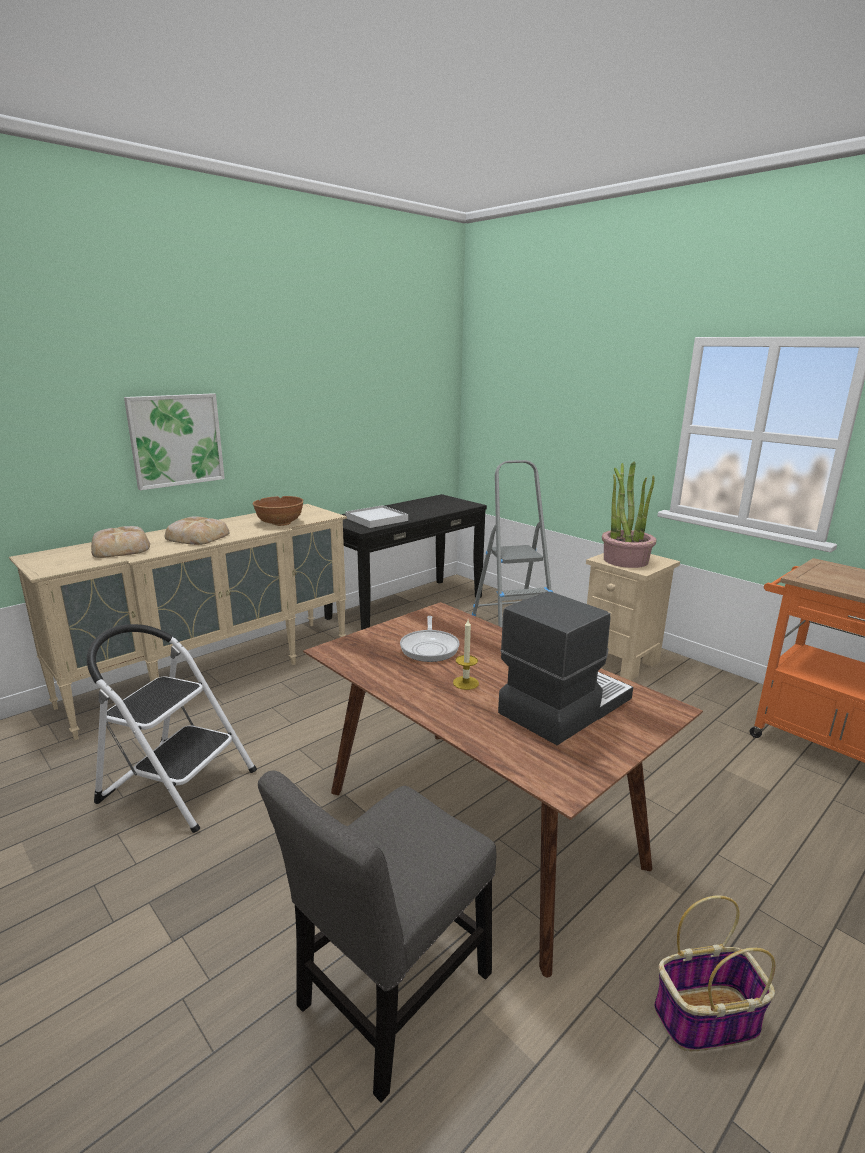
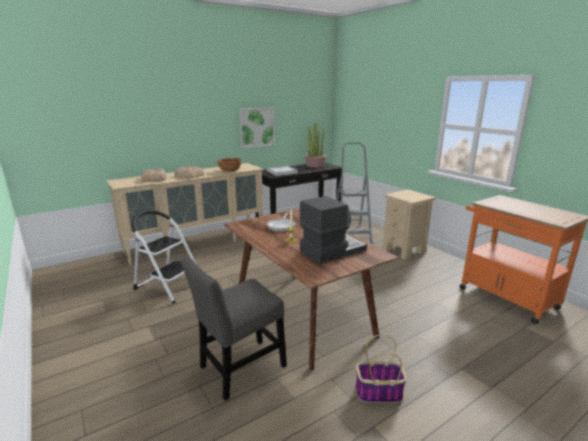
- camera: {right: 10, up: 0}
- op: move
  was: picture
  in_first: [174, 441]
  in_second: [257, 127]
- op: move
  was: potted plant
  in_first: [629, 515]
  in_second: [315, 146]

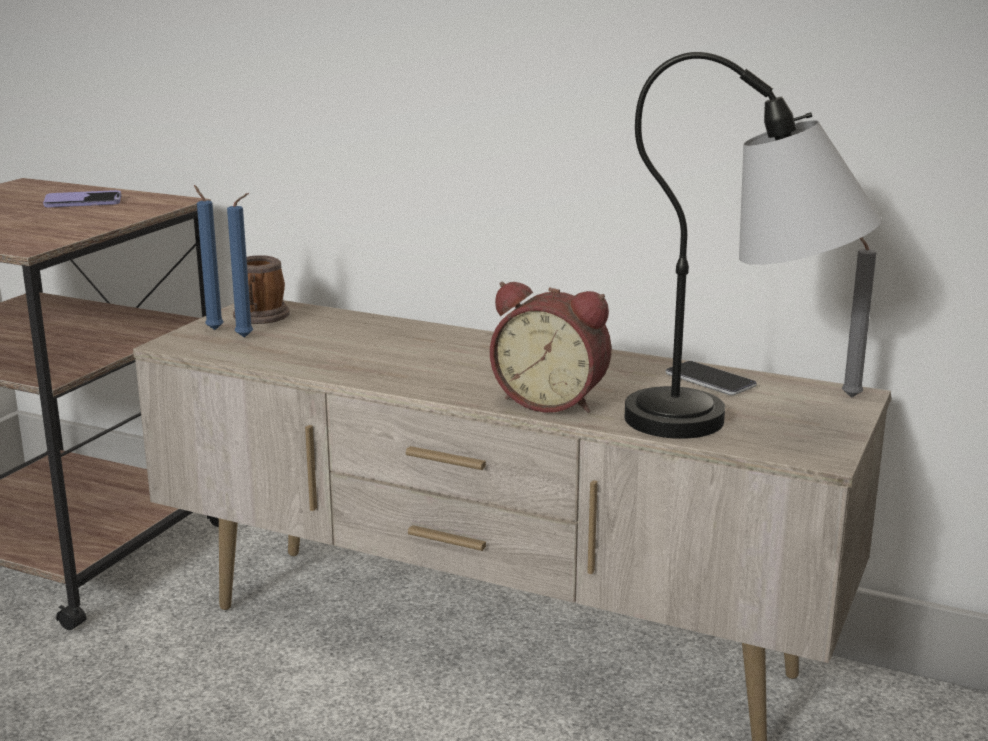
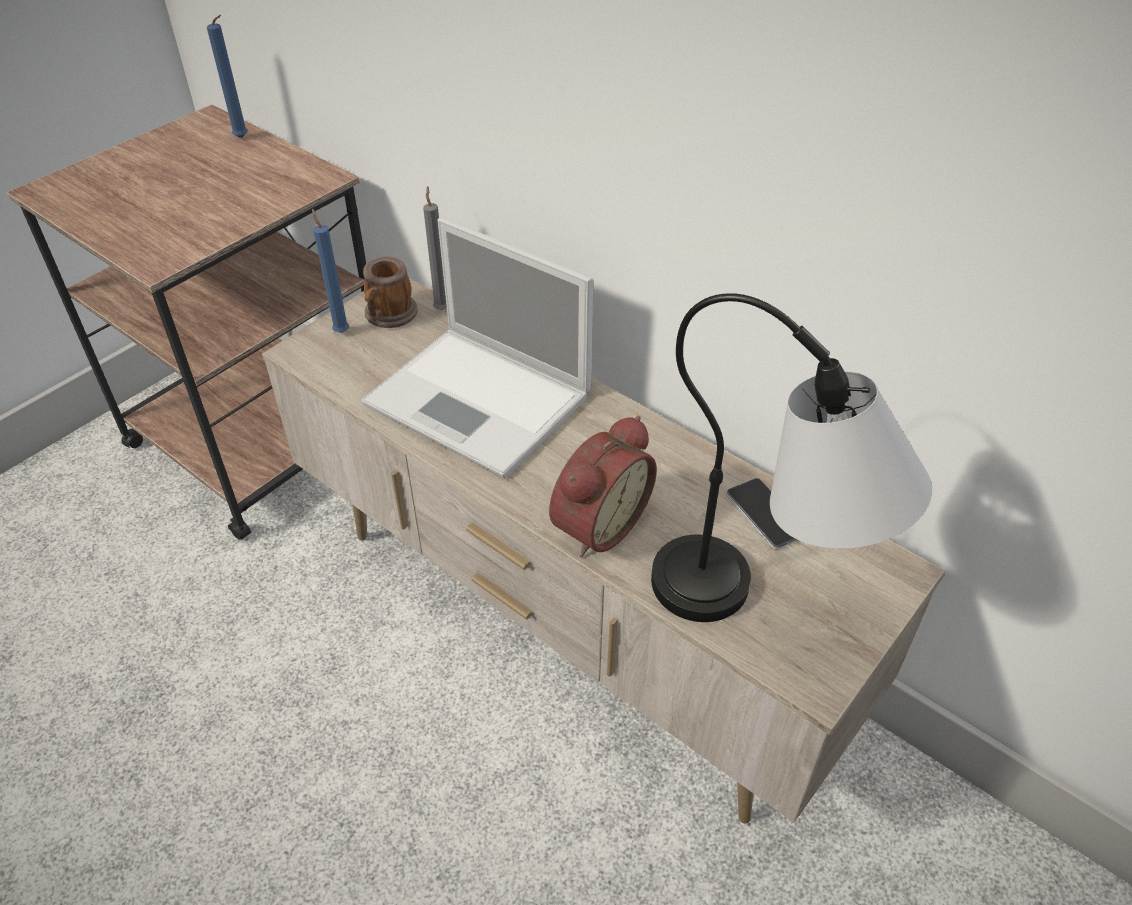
- camera: {right: 15, up: 25}
- op: move
  was: candle/blue
  in_first: [240, 265]
  in_second: [227, 76]
- op: insert
  now: laptop
  in_second: [477, 348]
- op: move
  was: candle/grey
  in_first: [859, 317]
  in_second: [435, 248]
- op: rotate
  was: alarm clock
  in_first: [551, 347]
  in_second: [603, 486]
  clockwise: -90
- op: delete
  was: phone
  in_first: [82, 198]

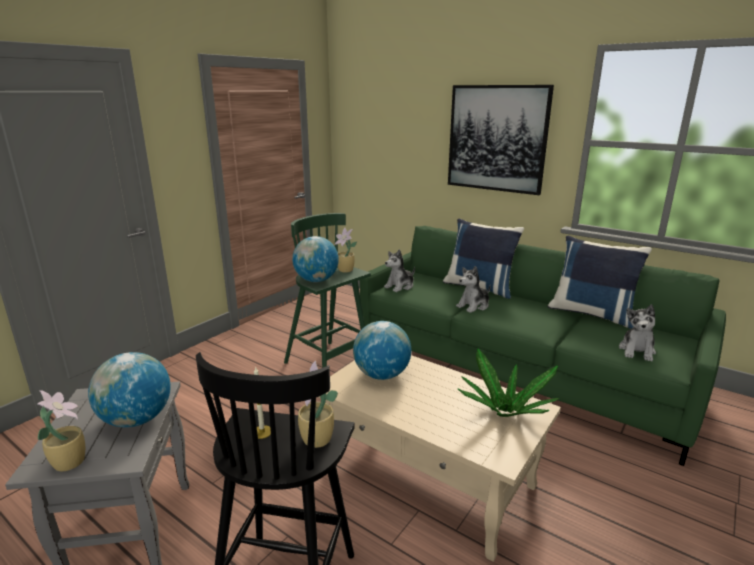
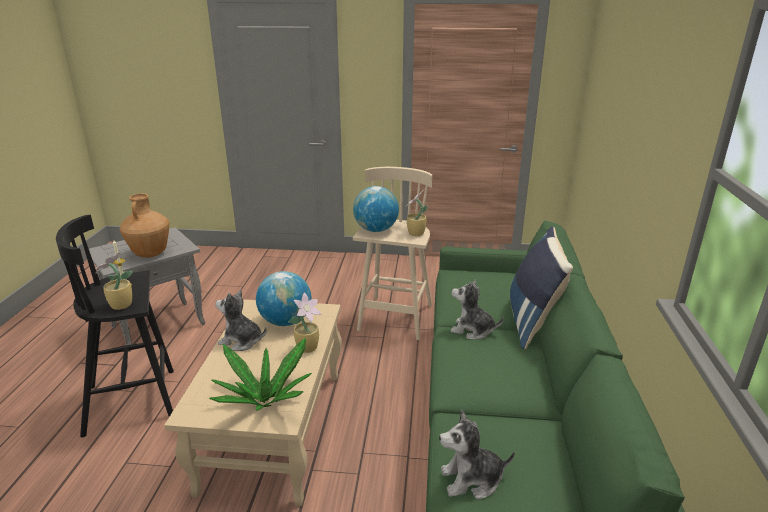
- camera: {right: 60, up: 5}
- op: replace
  was: globe
  now: vase/brown
  in_first: [129, 390]
  in_second: [144, 225]
- op: move
  was: plush toy
  in_first: [399, 270]
  in_second: [241, 320]
- op: move
  was: potted plant
  in_first: [61, 430]
  in_second: [304, 322]
- op: recolor
  was: stool/green
  now: stool/beige
  in_first: [327, 290]
  in_second: [392, 253]
- op: delete
  was: picture
  in_first: [501, 140]
- op: delete
  was: pillow/blue
  in_first: [599, 282]

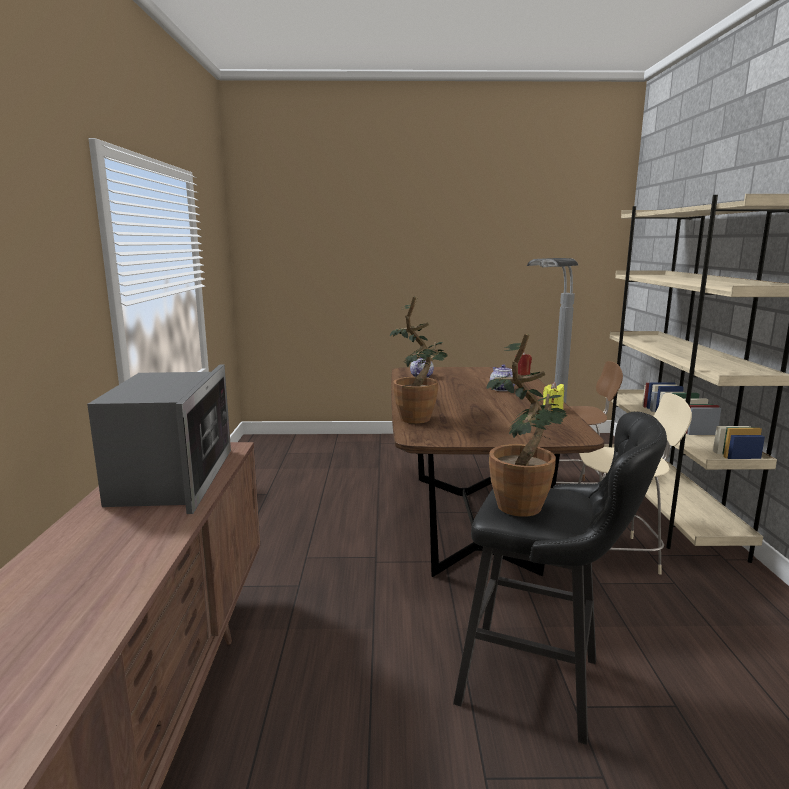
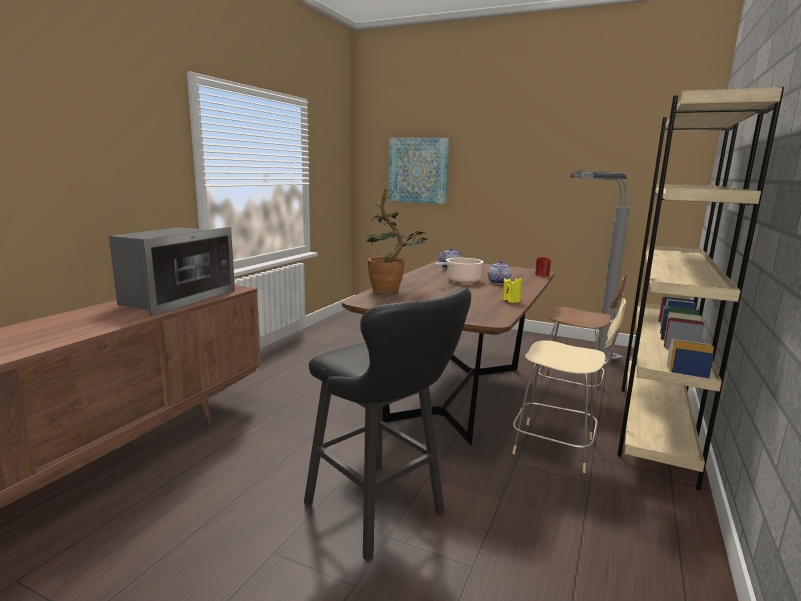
- camera: {right: 25, up: 0}
- op: insert
  now: picture
  in_second: [418, 171]
- op: insert
  now: cooking pot
  in_second: [459, 270]
- op: delete
  was: potted plant
  in_first: [526, 425]

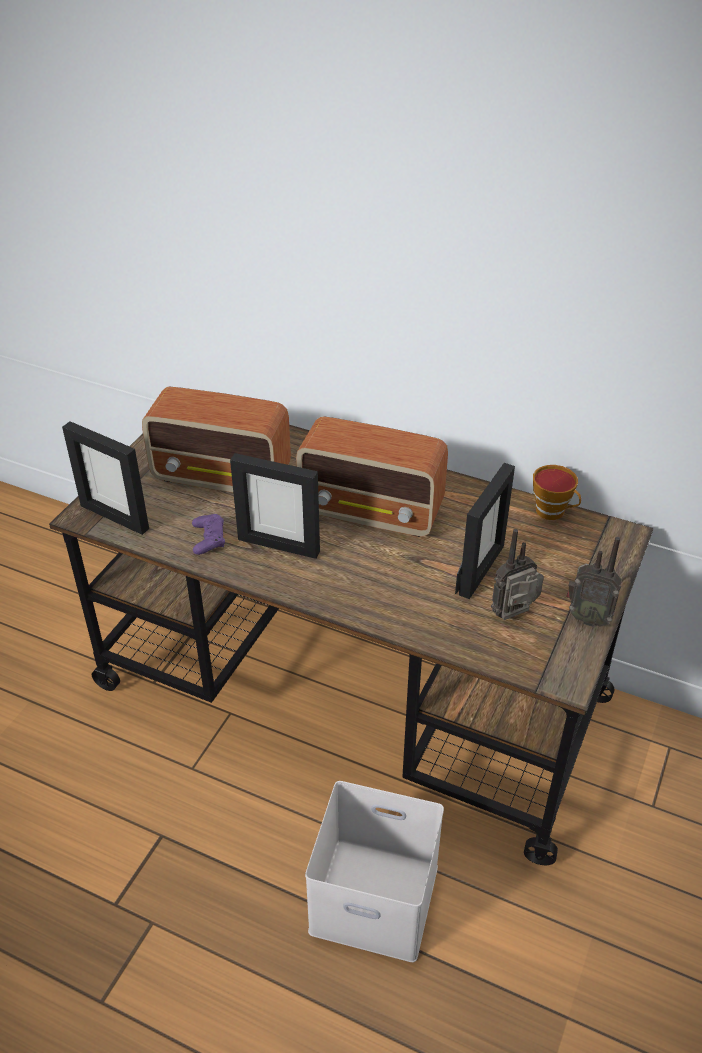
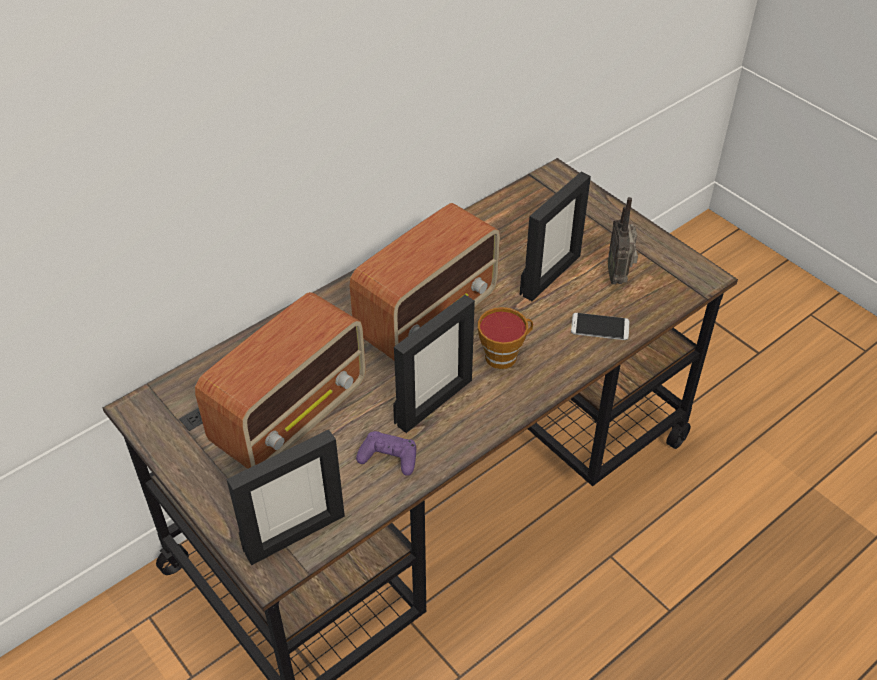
- camera: {right: -65, up: 5}
- op: move
  was: cup
  in_first: [557, 492]
  in_second: [505, 338]
- op: rotate
  was: picture frame
  in_first: [485, 531]
  in_second: [555, 236]
  clockwise: 75
- op: insert
  now: phone
  in_second: [600, 326]
- op: delete
  was: storage box/white
  in_first: [374, 871]
- op: delete
  was: radio
  in_first: [594, 582]

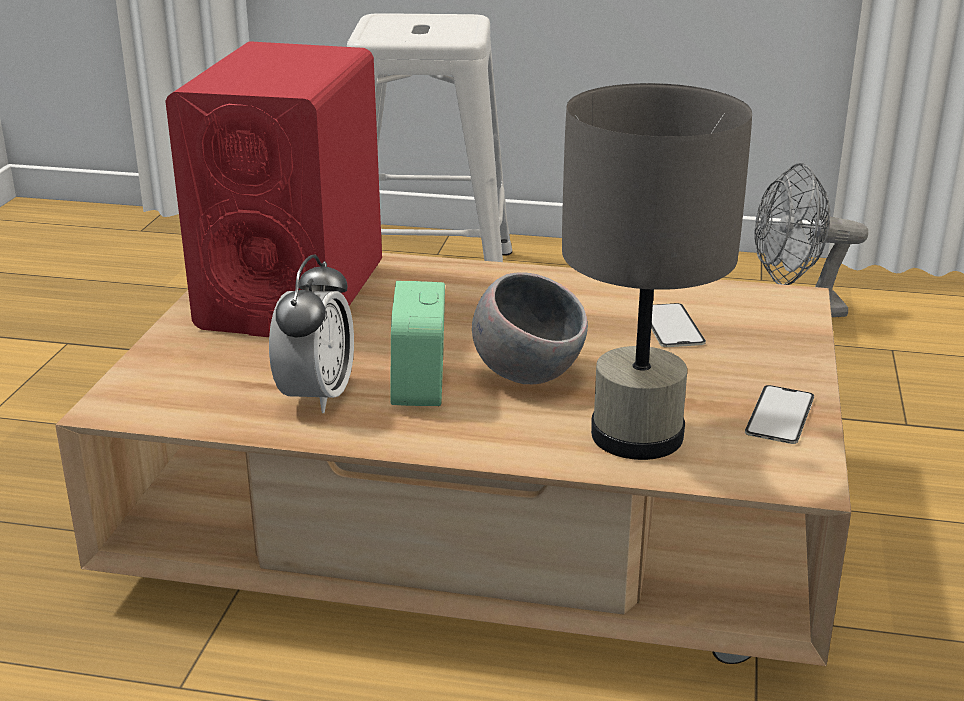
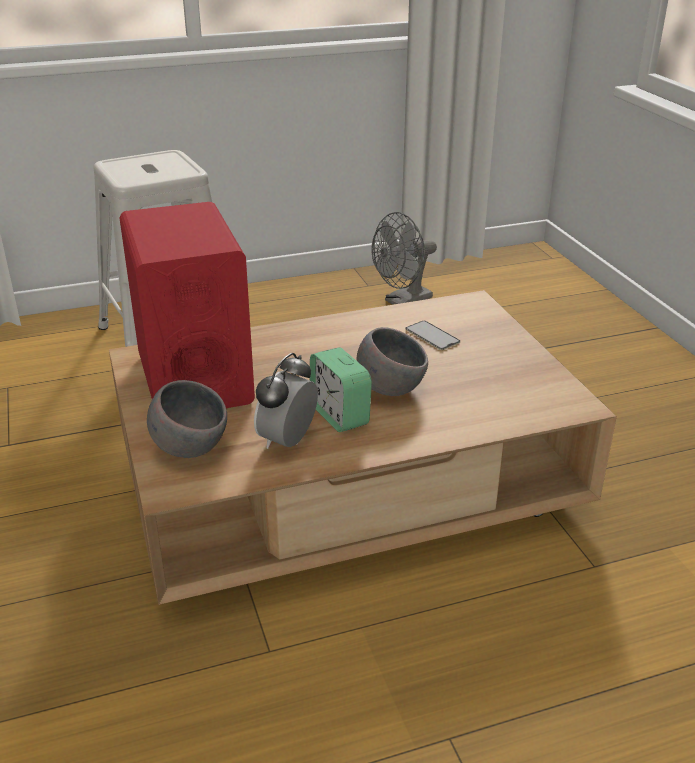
- camera: {right: -30, up: 5}
- op: insert
  now: bowl/grey
  in_second: [187, 419]
- op: rotate
  was: alarm clock
  in_first: [311, 334]
  in_second: [286, 401]
  clockwise: -135
- op: delete
  was: table lamp/grey
  in_first: [657, 271]
- op: delete
  was: phone
  in_first: [779, 414]

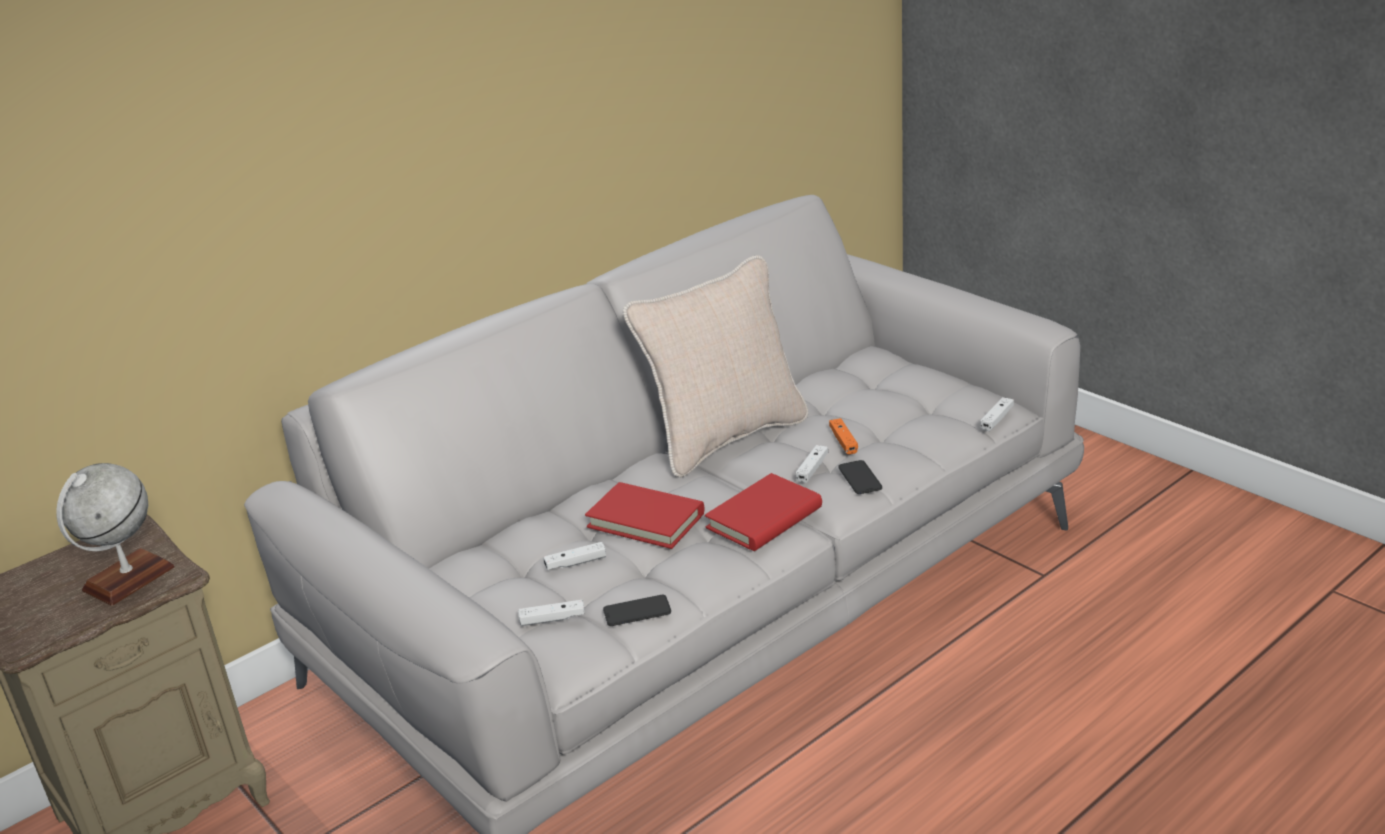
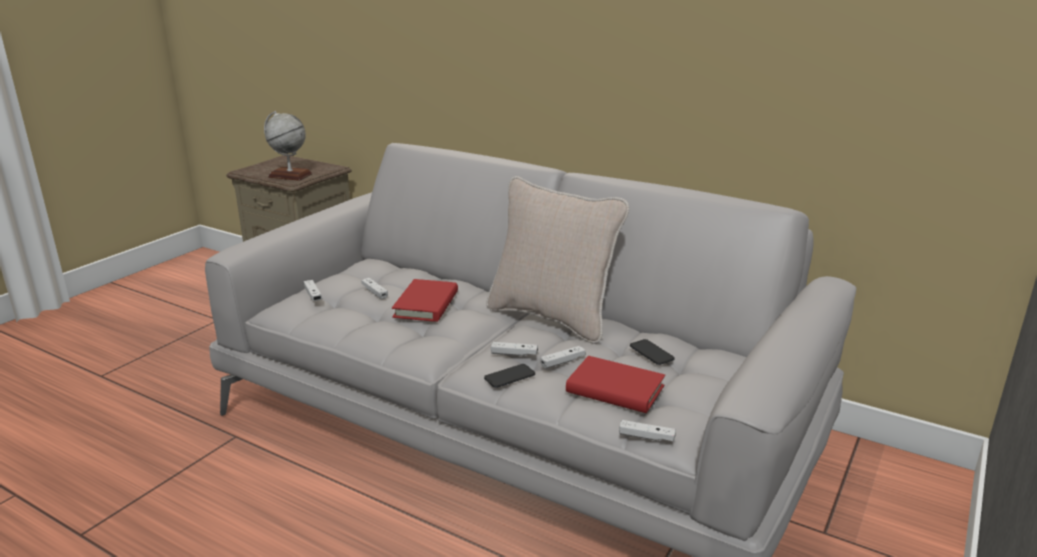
- camera: {right: 70, up: -5}
- op: recolor
  was: game controller/orange
  now: game controller/white
  in_first: [843, 436]
  in_second: [562, 357]
- op: move
  was: book/red
  in_first: [763, 512]
  in_second: [615, 384]
- op: move
  was: phone
  in_first: [637, 610]
  in_second: [652, 352]

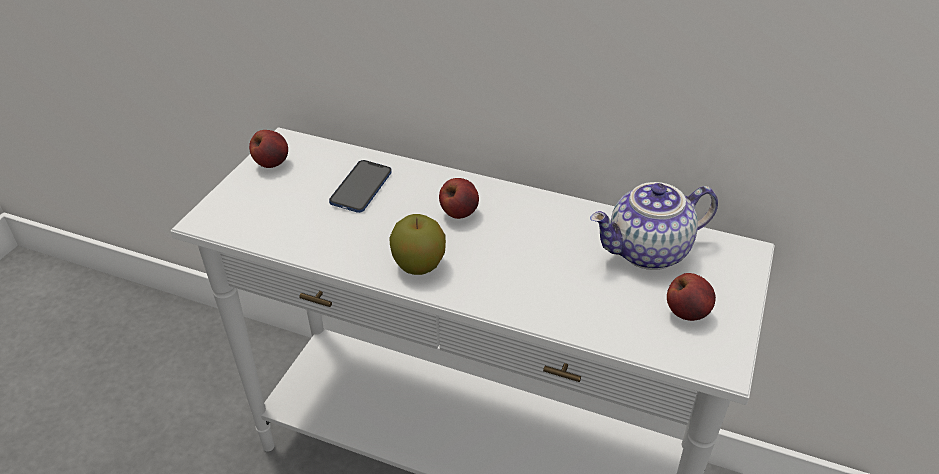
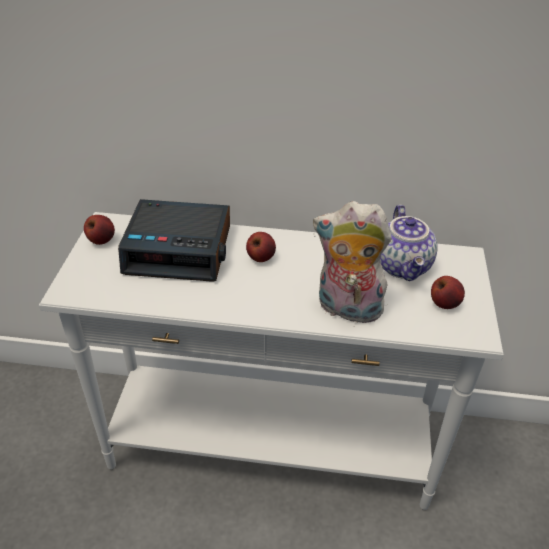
- camera: {right: -15, up: 0}
- op: replace
  was: phone
  now: alarm clock
  in_first: [360, 186]
  in_second: [174, 240]
- op: insert
  now: plush toy
  in_second: [352, 262]
- op: rotate
  was: teapot
  in_first: [654, 226]
  in_second: [409, 242]
  clockwise: -60
- op: delete
  was: apple
  in_first: [418, 244]

